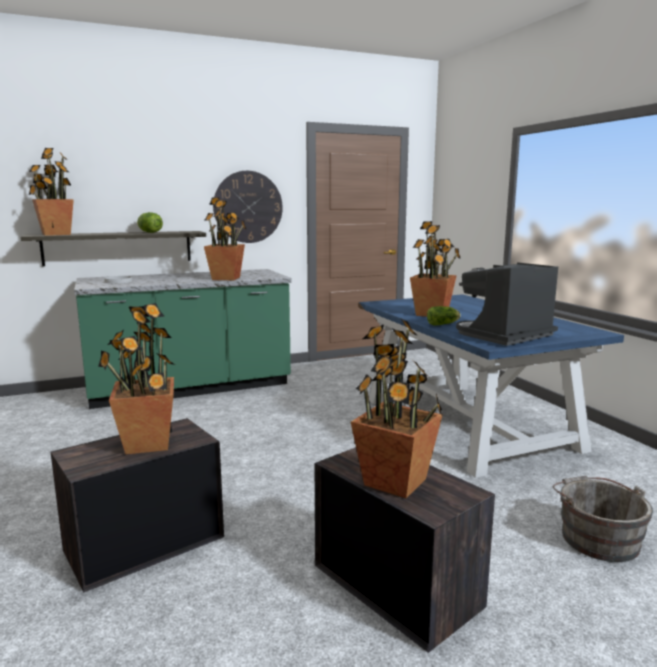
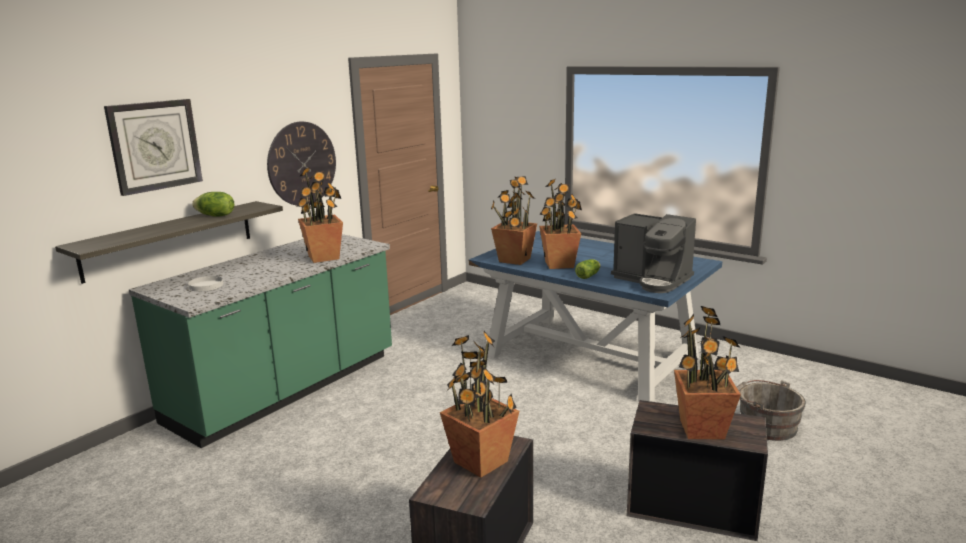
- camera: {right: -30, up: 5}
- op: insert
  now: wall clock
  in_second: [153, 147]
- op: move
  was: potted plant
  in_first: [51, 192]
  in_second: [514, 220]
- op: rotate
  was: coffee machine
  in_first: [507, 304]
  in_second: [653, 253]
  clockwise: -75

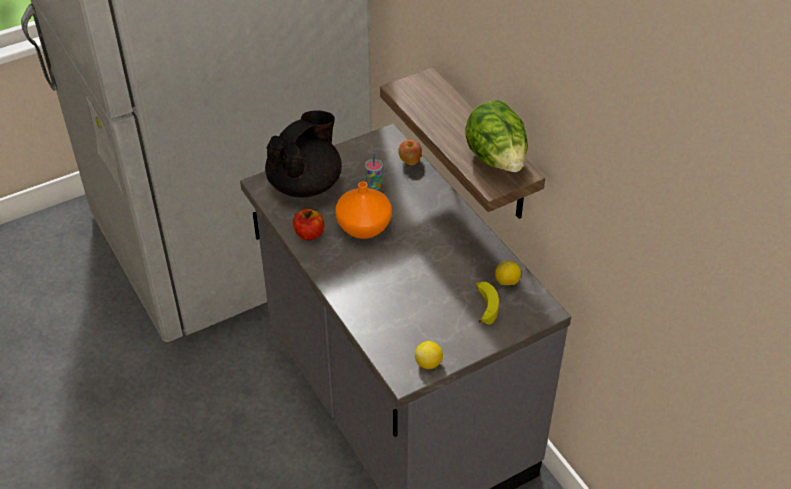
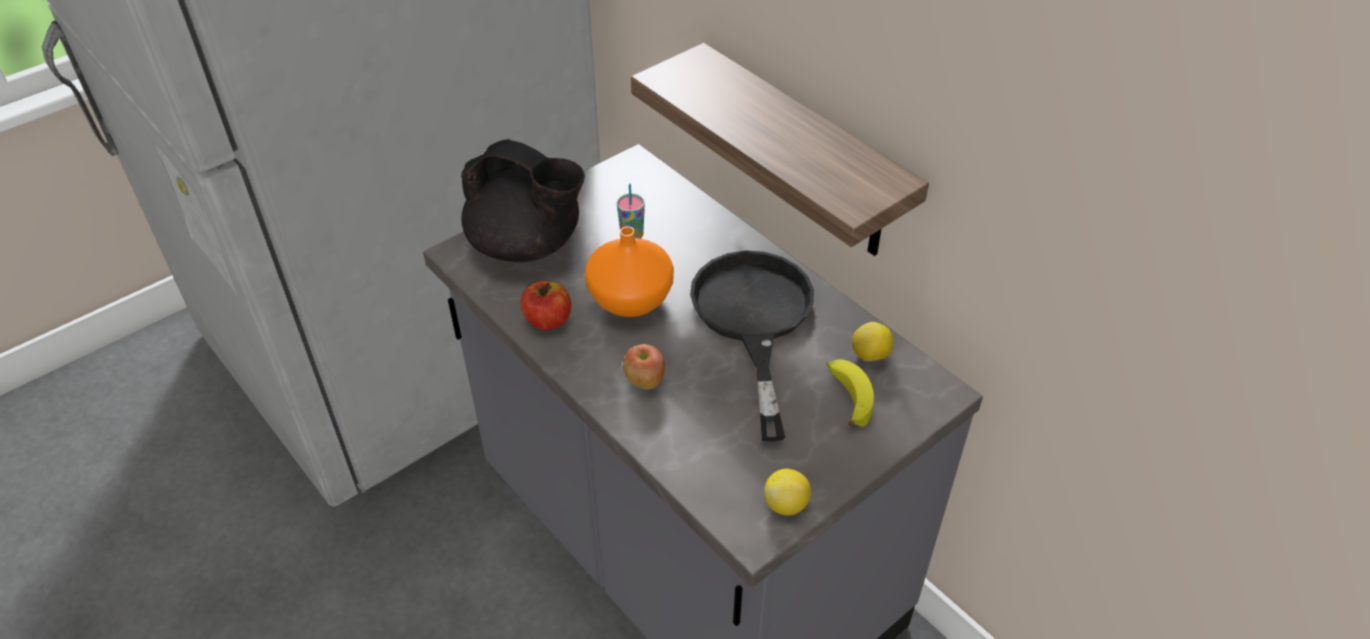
- camera: {right: -10, up: 0}
- op: rotate
  was: teapot/black
  in_first: [303, 154]
  in_second: [523, 200]
  clockwise: 90
- op: move
  was: apple
  in_first: [410, 152]
  in_second: [644, 367]
- op: insert
  now: frying pan/black
  in_second: [752, 346]
- op: delete
  was: lettuce
  in_first: [496, 136]

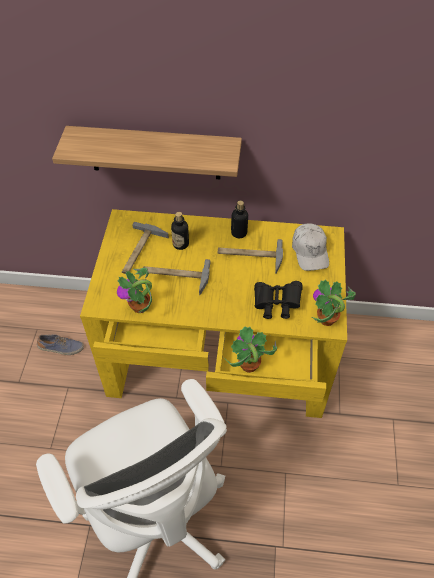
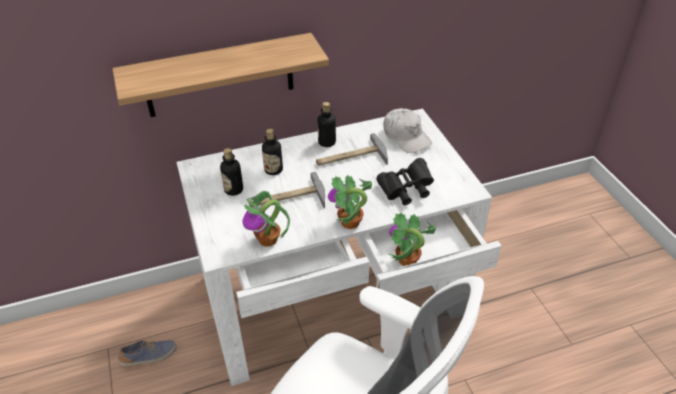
- camera: {right: -25, up: -10}
- op: recolor
  was: desk/yellow
  now: desk/white
  in_first: [213, 313]
  in_second: [338, 247]
- op: replace
  was: hammer
  now: bottle
  in_first: [145, 248]
  in_second: [231, 172]
- op: move
  was: potted plant
  in_first: [334, 302]
  in_second: [350, 202]

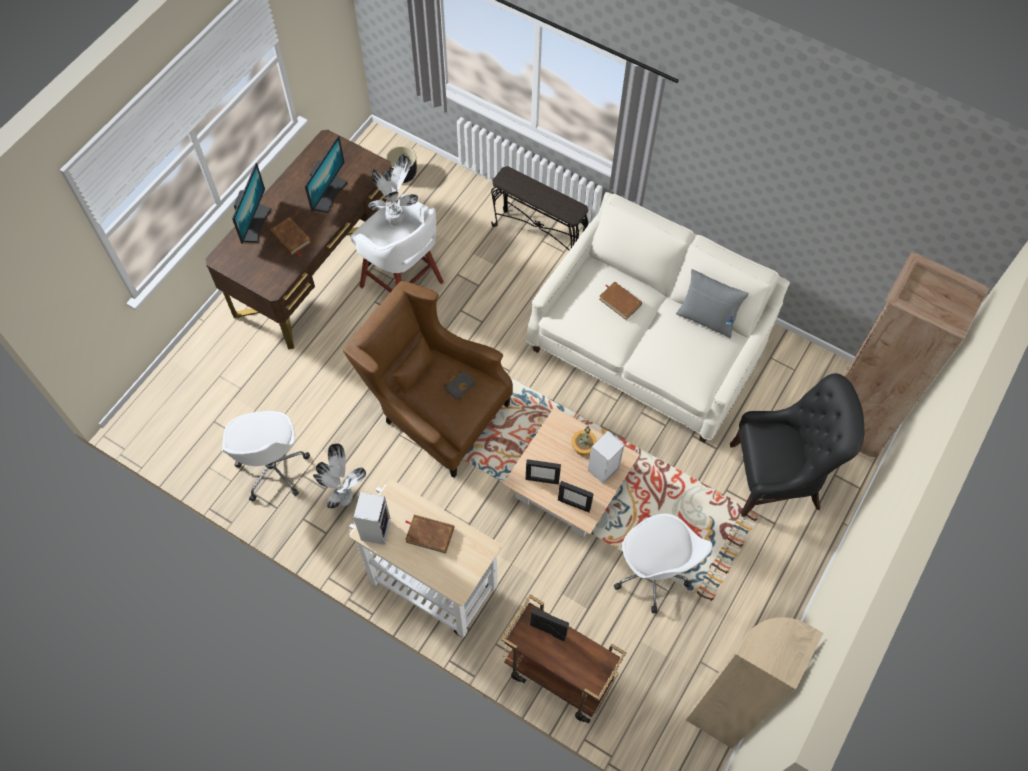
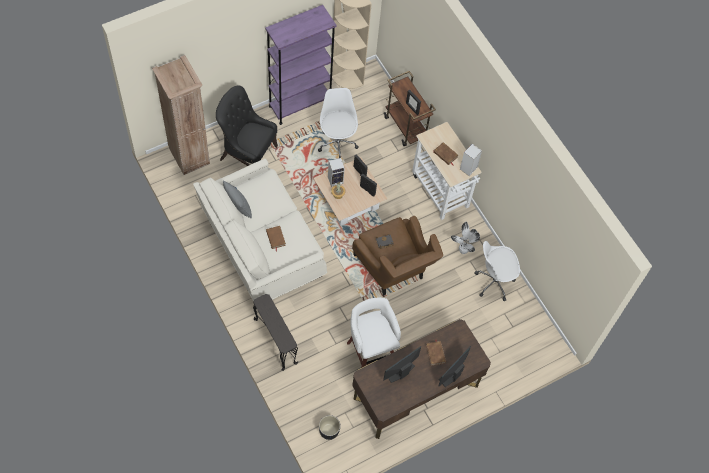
- camera: {right: -155, up: 0}
- op: insert
  now: bookcase/purple
  in_second: [301, 65]
- op: rotate
  was: office chair/white
  in_first: [266, 456]
  in_second: [497, 271]
  clockwise: -120
- op: delete
  was: potted plant
  in_first: [393, 190]

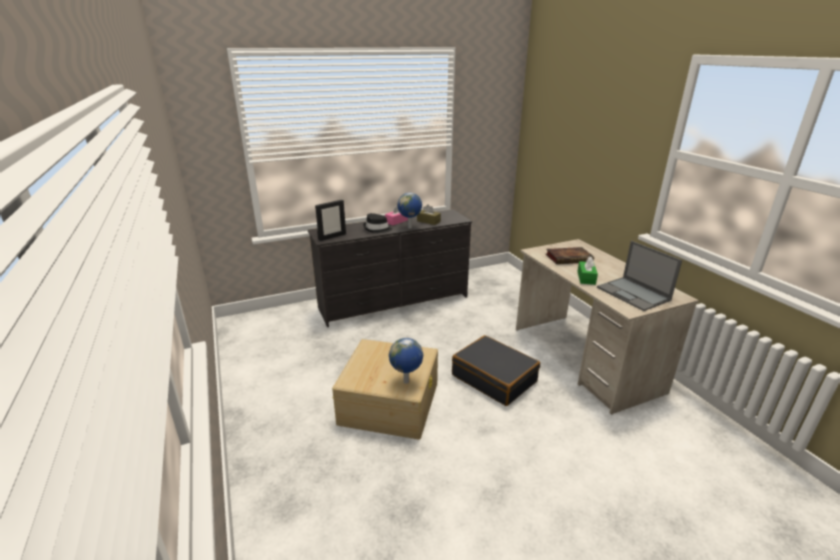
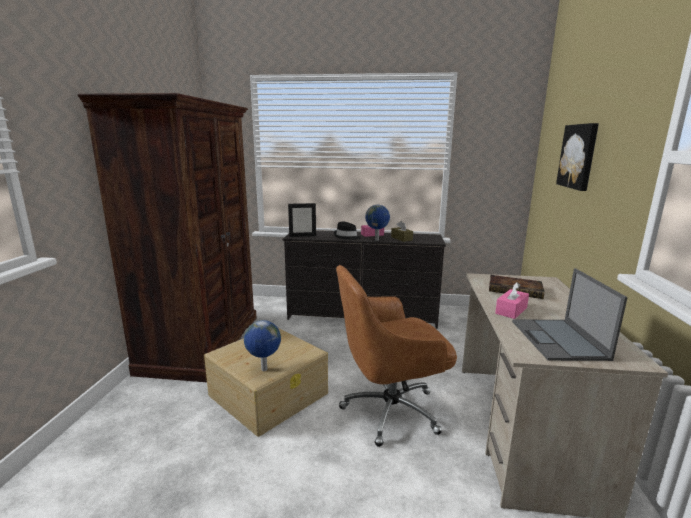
- camera: {right: 30, up: -10}
- op: insert
  now: wardrobe/brown
  in_second: [167, 237]
- op: replace
  was: suitcase/black
  now: office chair/brown
  in_first: [496, 370]
  in_second: [396, 356]
- op: recolor
  was: tissue box/green
  now: tissue box/pink
  in_first: [587, 271]
  in_second: [512, 300]
- op: insert
  now: picture
  in_second: [577, 157]

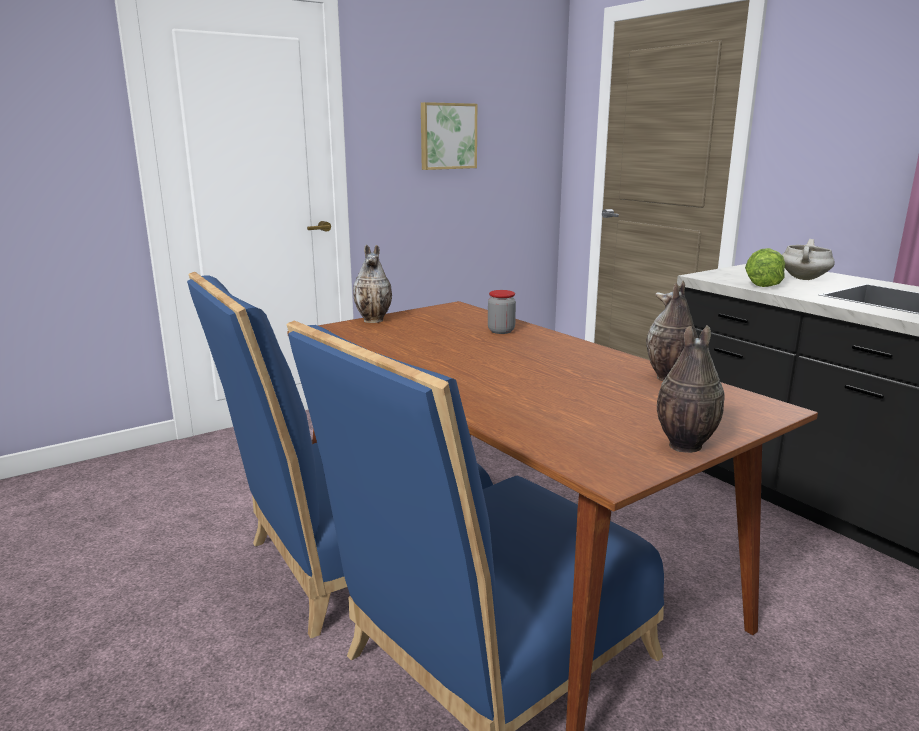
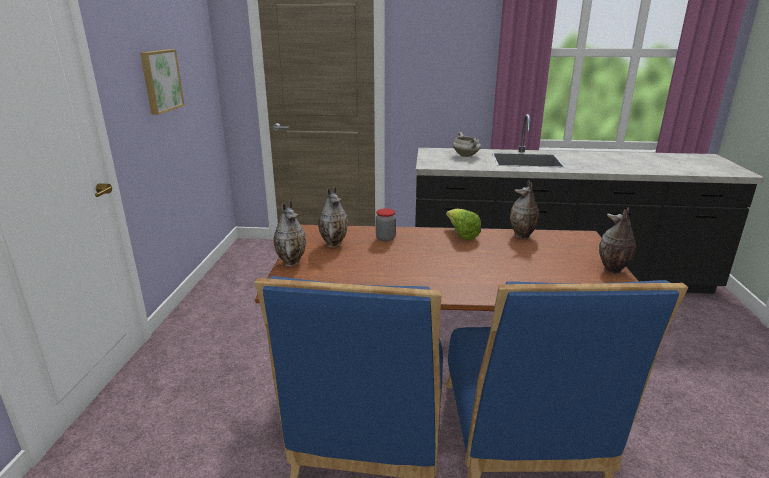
- camera: {right: -50, up: 5}
- op: insert
  now: vase
  in_second: [333, 216]
- op: move
  was: lettuce
  in_first: [765, 267]
  in_second: [463, 224]

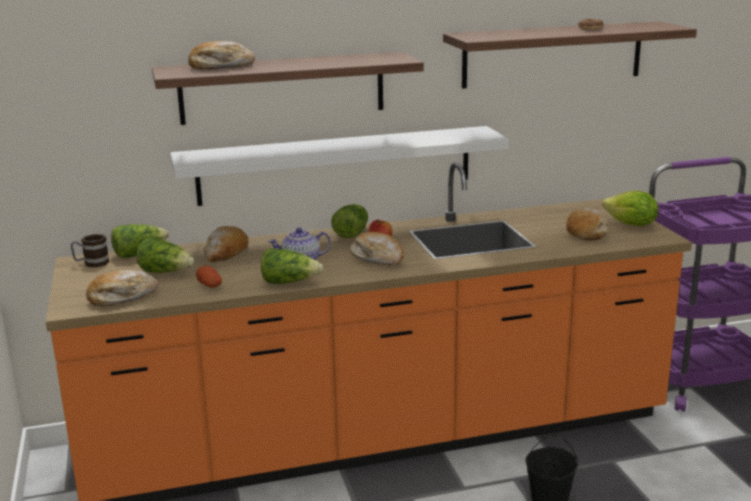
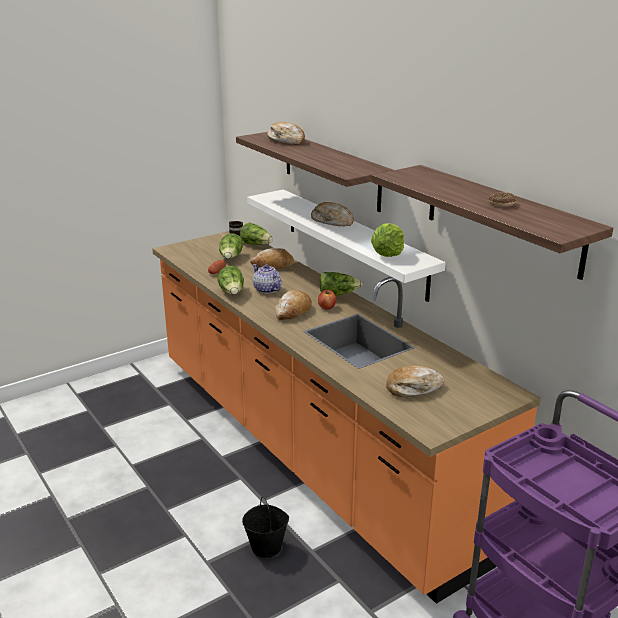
- camera: {right: 70, up: 5}
- op: move
  was: bread
  in_first: [122, 288]
  in_second: [332, 214]
- op: move
  was: lettuce
  in_first: [630, 208]
  in_second: [387, 240]

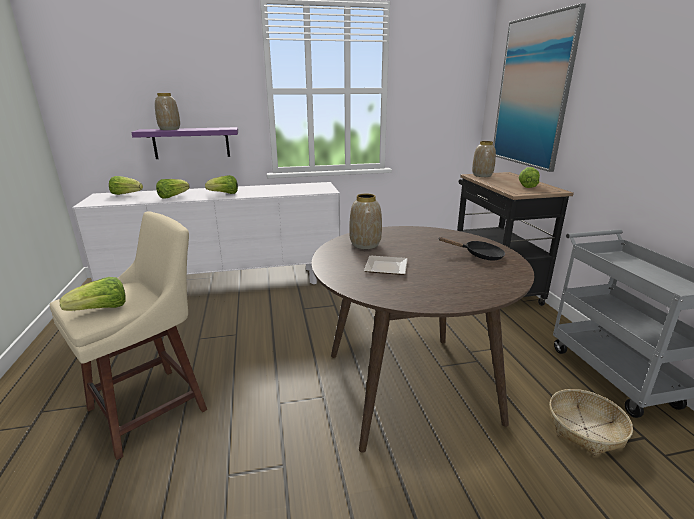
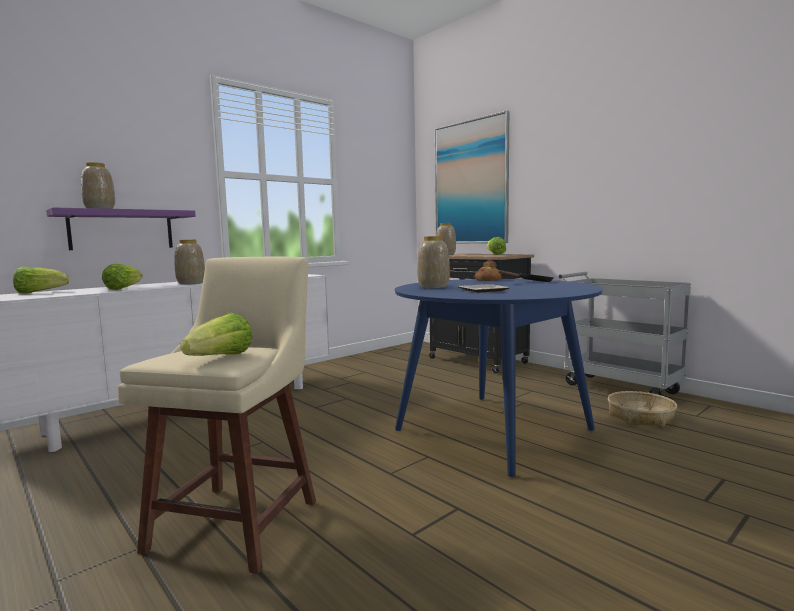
- camera: {right: -30, up: -15}
- op: replace
  was: lettuce
  now: vase
  in_first: [221, 184]
  in_second: [189, 262]
- op: recolor
  was: dining table/brown
  now: dining table/blue
  in_first: [423, 339]
  in_second: [499, 378]
- op: insert
  now: bread
  in_second: [488, 270]

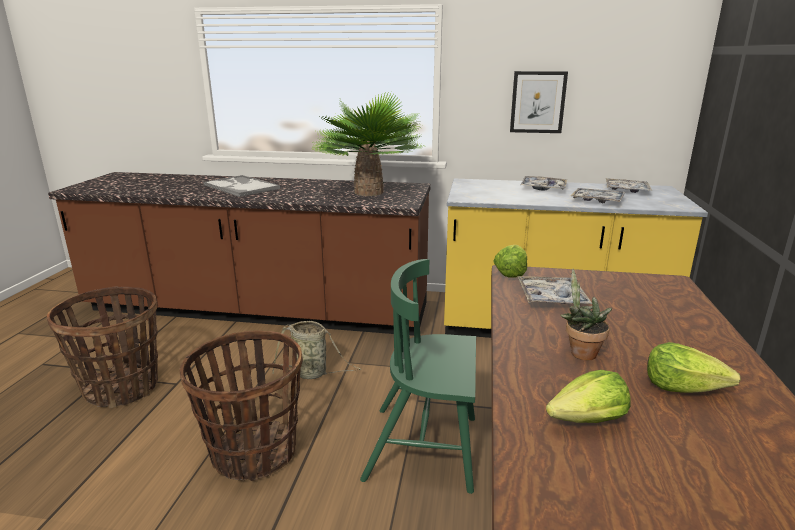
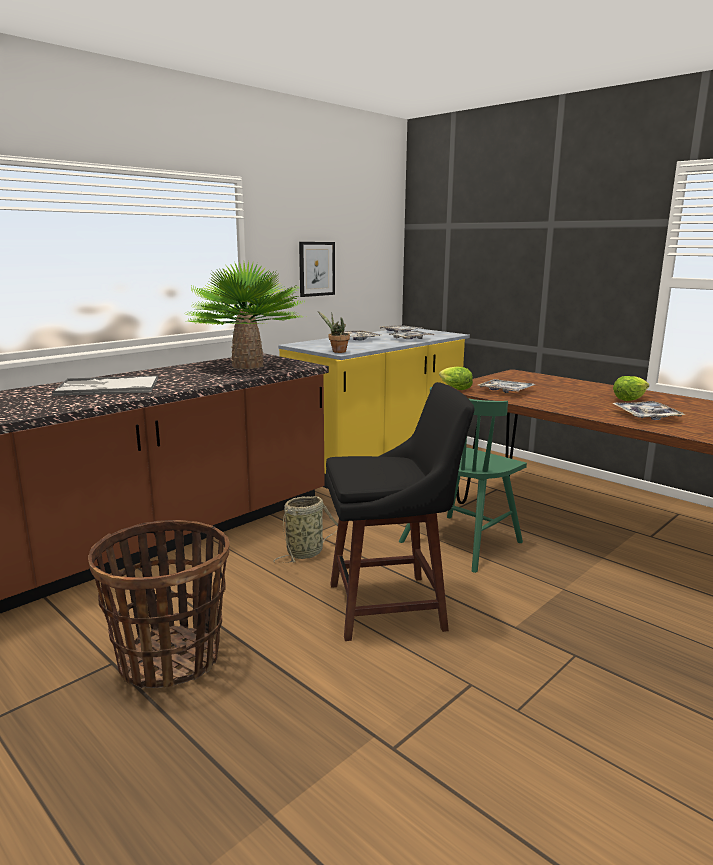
- camera: {right: -55, up: -5}
- op: move
  was: potted plant
  in_first: [586, 314]
  in_second: [334, 332]
- op: replace
  was: basket
  now: stool/black
  in_first: [241, 405]
  in_second: [400, 511]
- op: replace
  was: lettuce
  now: tray
  in_first: [588, 396]
  in_second: [649, 410]

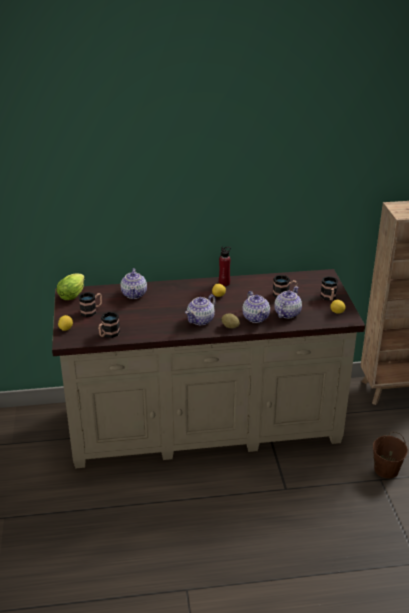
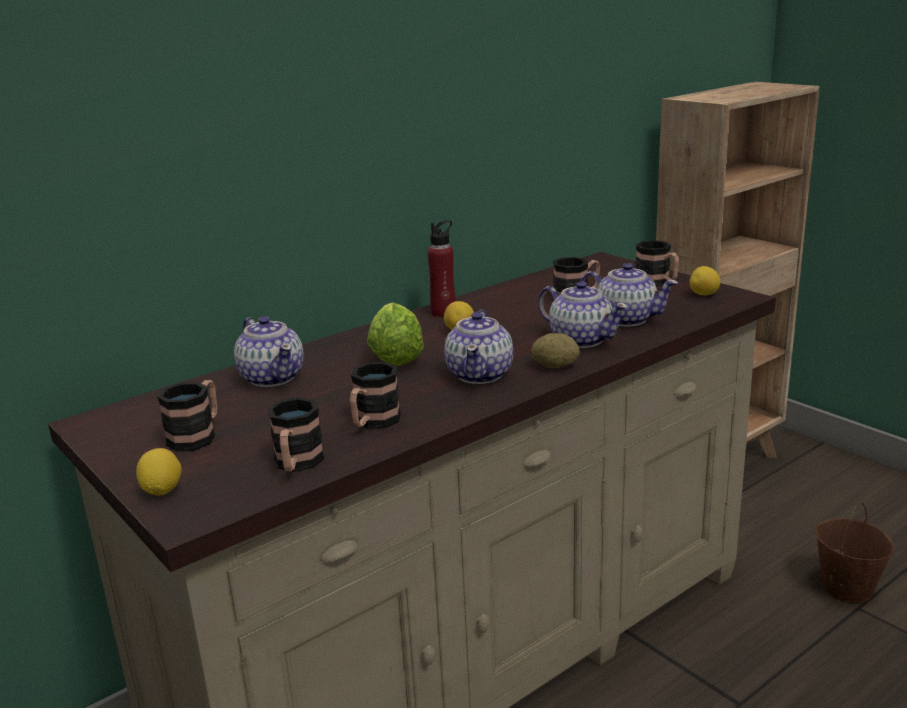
- camera: {right: -30, up: -10}
- op: insert
  now: mug
  in_second: [375, 395]
- op: move
  was: lettuce
  in_first: [71, 287]
  in_second: [395, 334]
- op: rotate
  was: teapot
  in_first: [288, 302]
  in_second: [629, 295]
  clockwise: 120

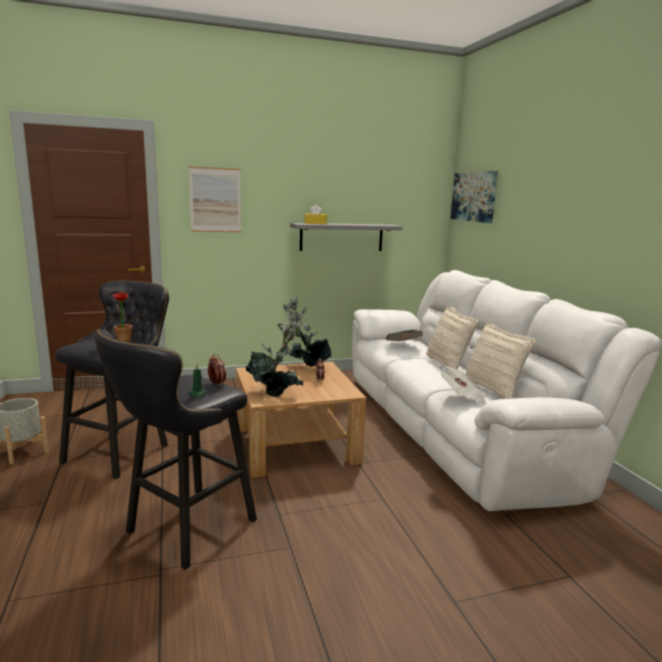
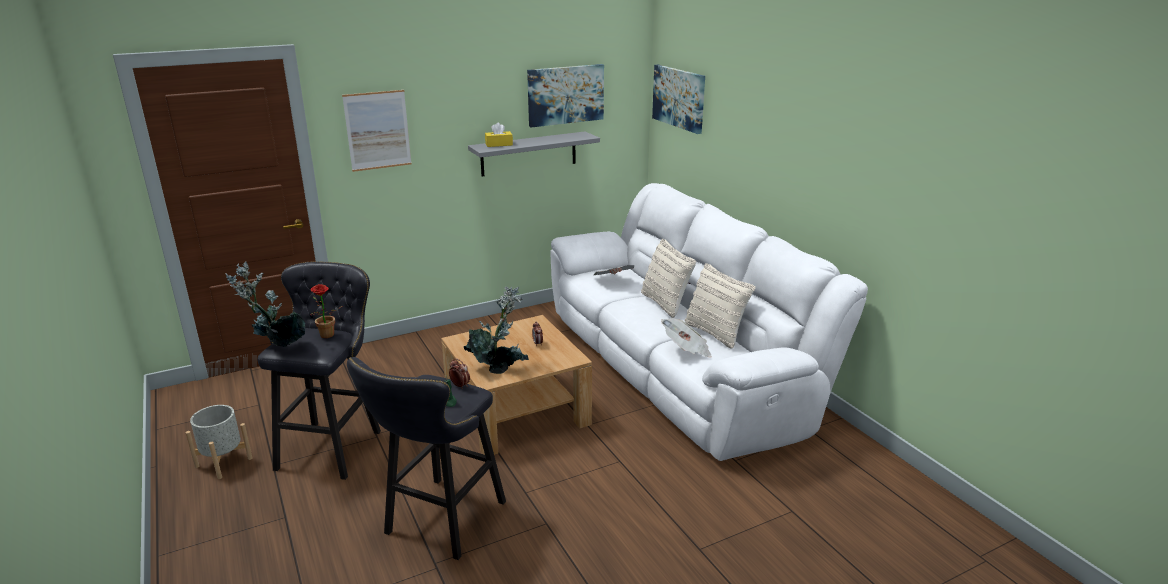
- camera: {right: -10, up: 10}
- op: move
  was: potted plant
  in_first: [307, 332]
  in_second: [265, 304]
- op: insert
  now: picture
  in_second: [565, 95]

